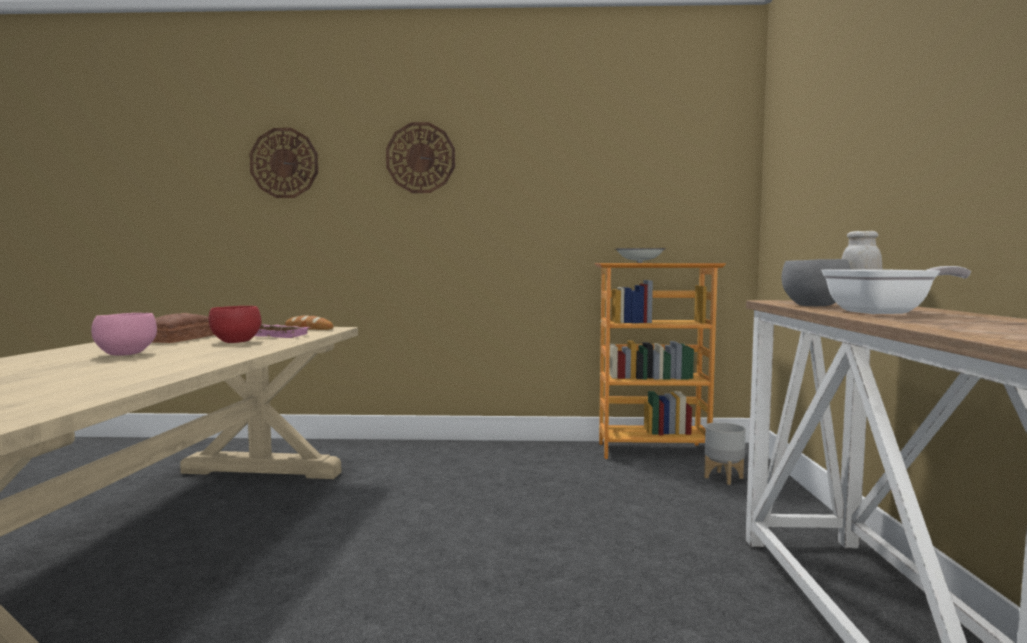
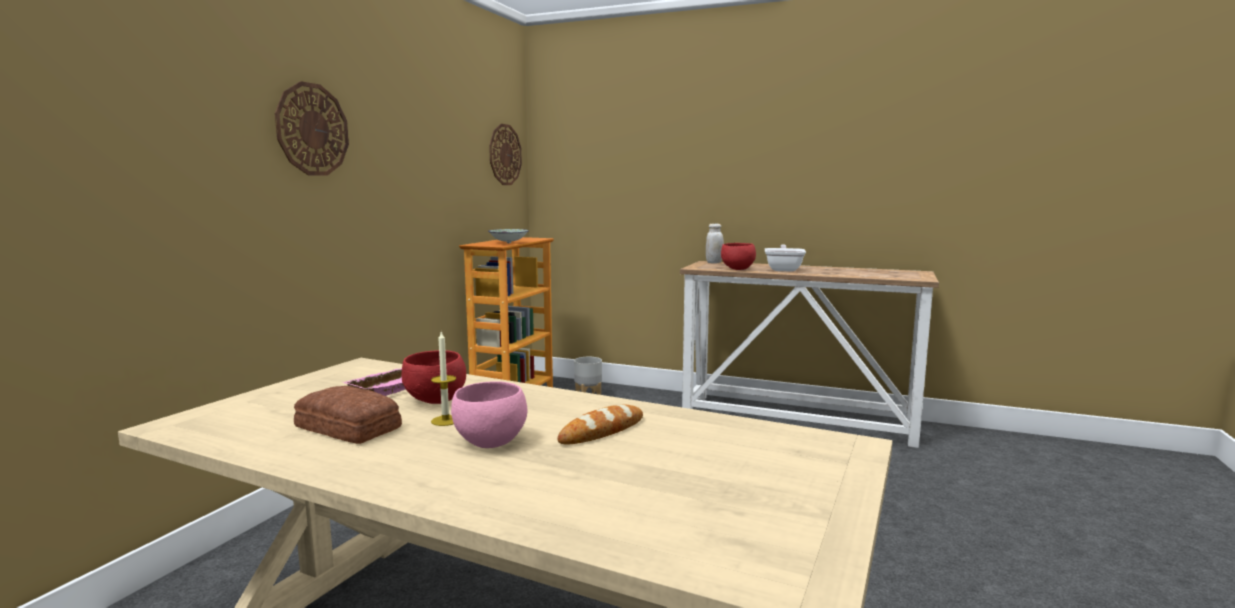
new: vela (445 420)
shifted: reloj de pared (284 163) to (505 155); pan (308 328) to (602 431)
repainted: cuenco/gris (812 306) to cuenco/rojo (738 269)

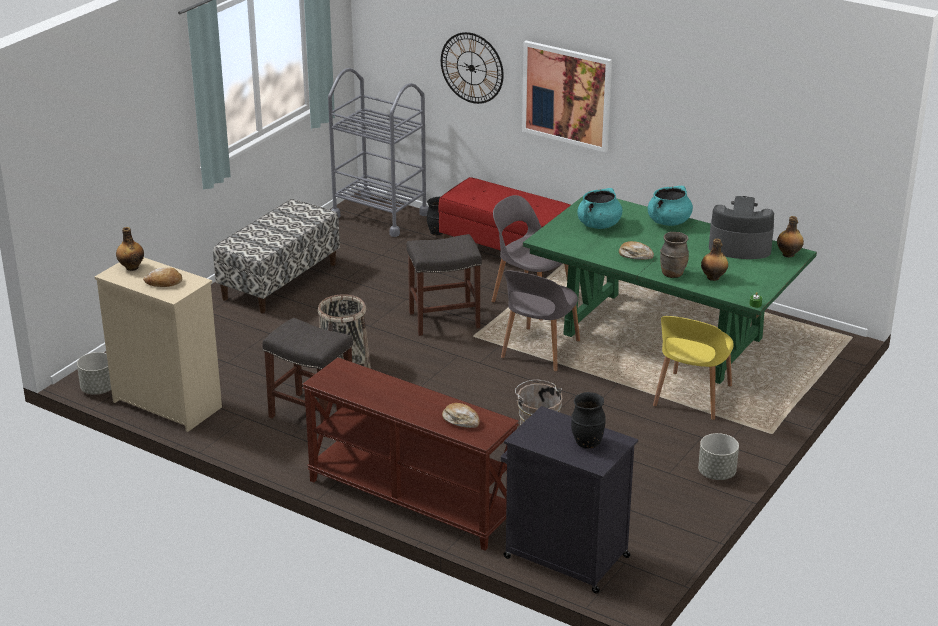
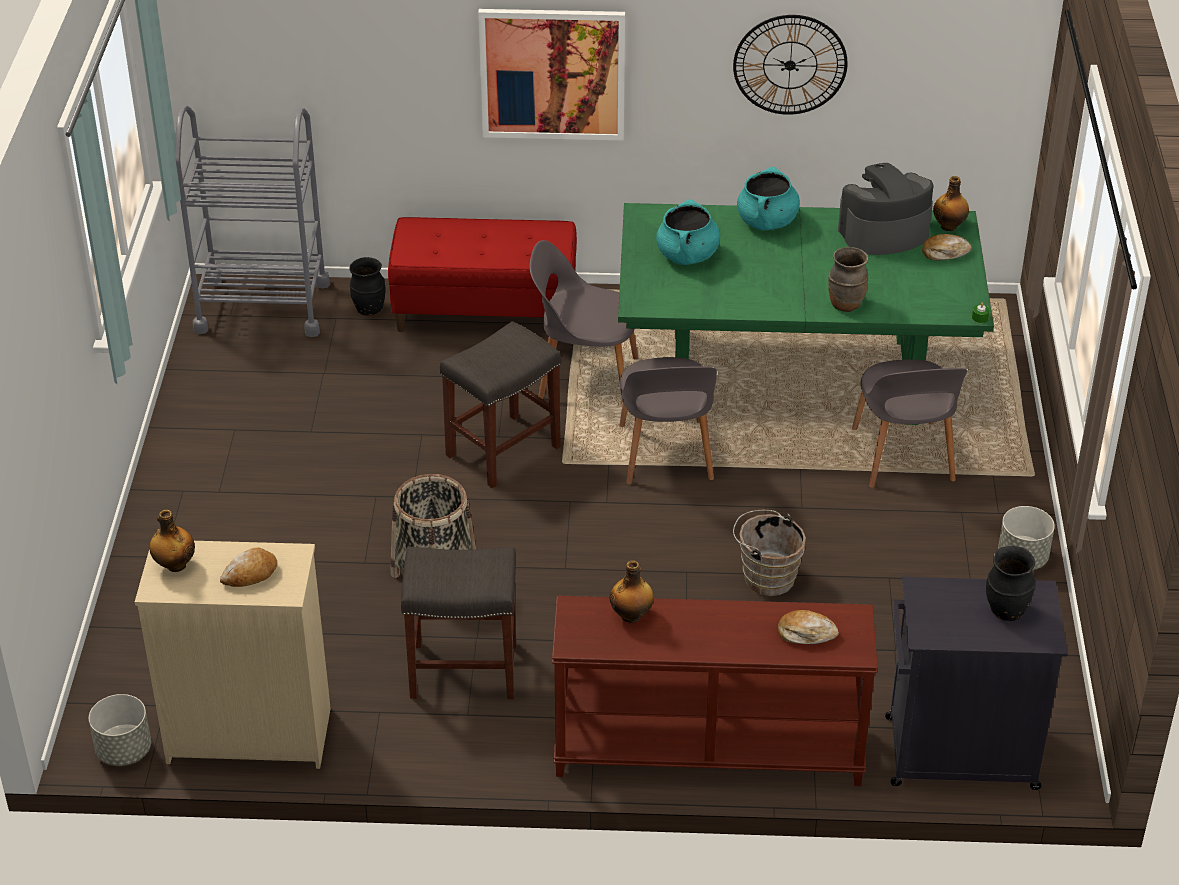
gone: banco (279 281)
shifted: reloj de pared (471 68) to (790 65); botella (713 277) to (631 615); pan (635 255) to (945 253)
repainted: silla/amarillo (691 397) to silla/gris (902 457)

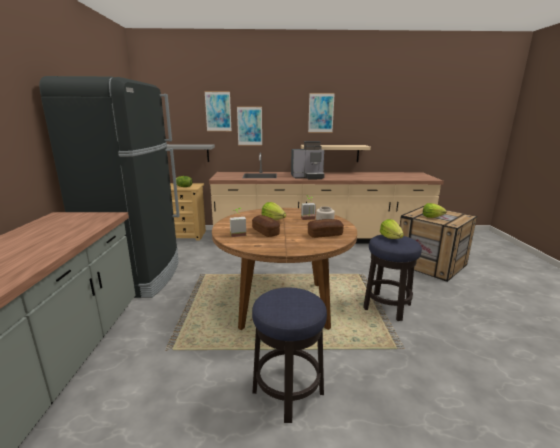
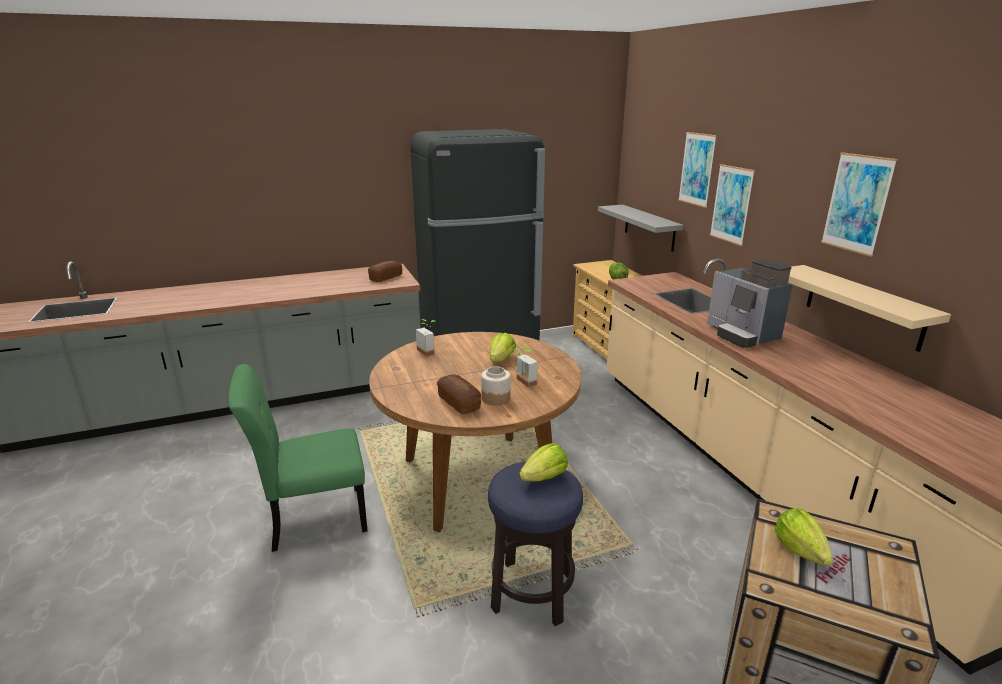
shifted: pan (265 232) to (385 278)
swapped: taburete (287 392) to silla/verde (313 518)

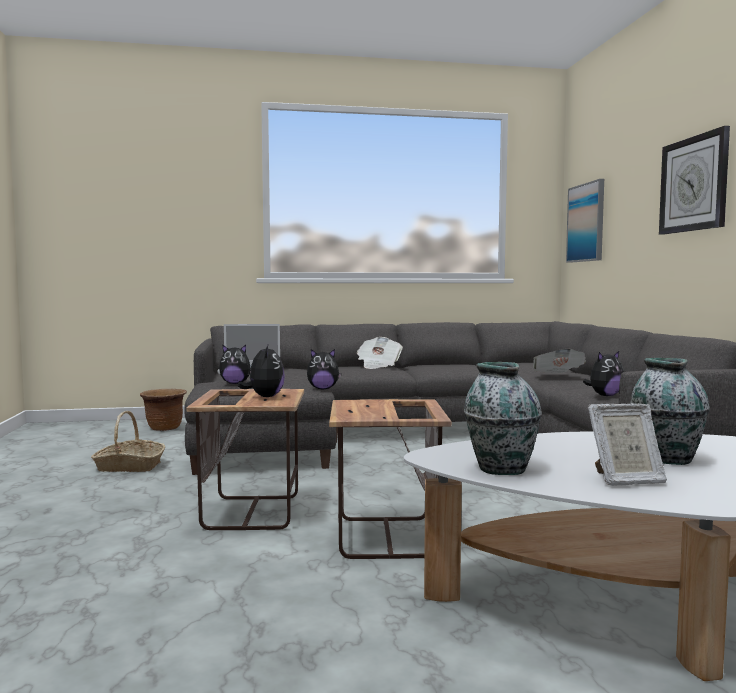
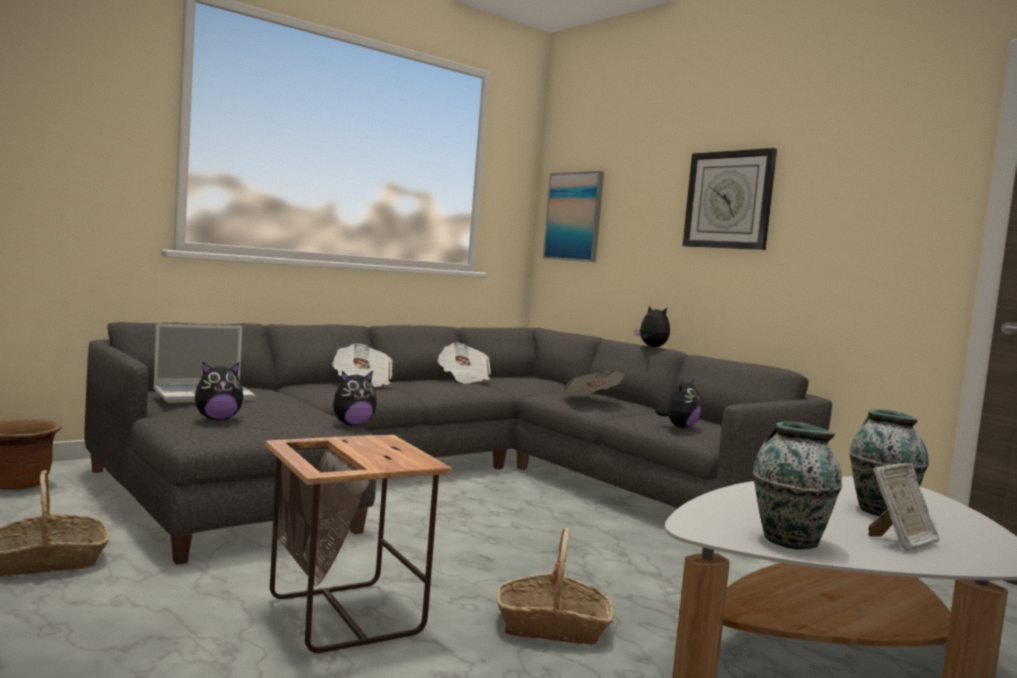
new: periódico (463 379)
shifted: peluche (264 397) to (651 347)
swapped: mesa auxiliar (386 538) to cesta (552 626)

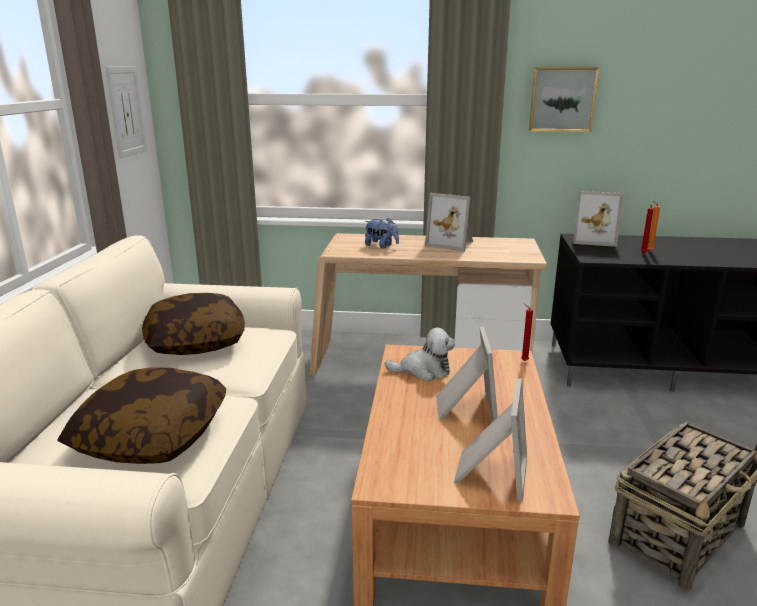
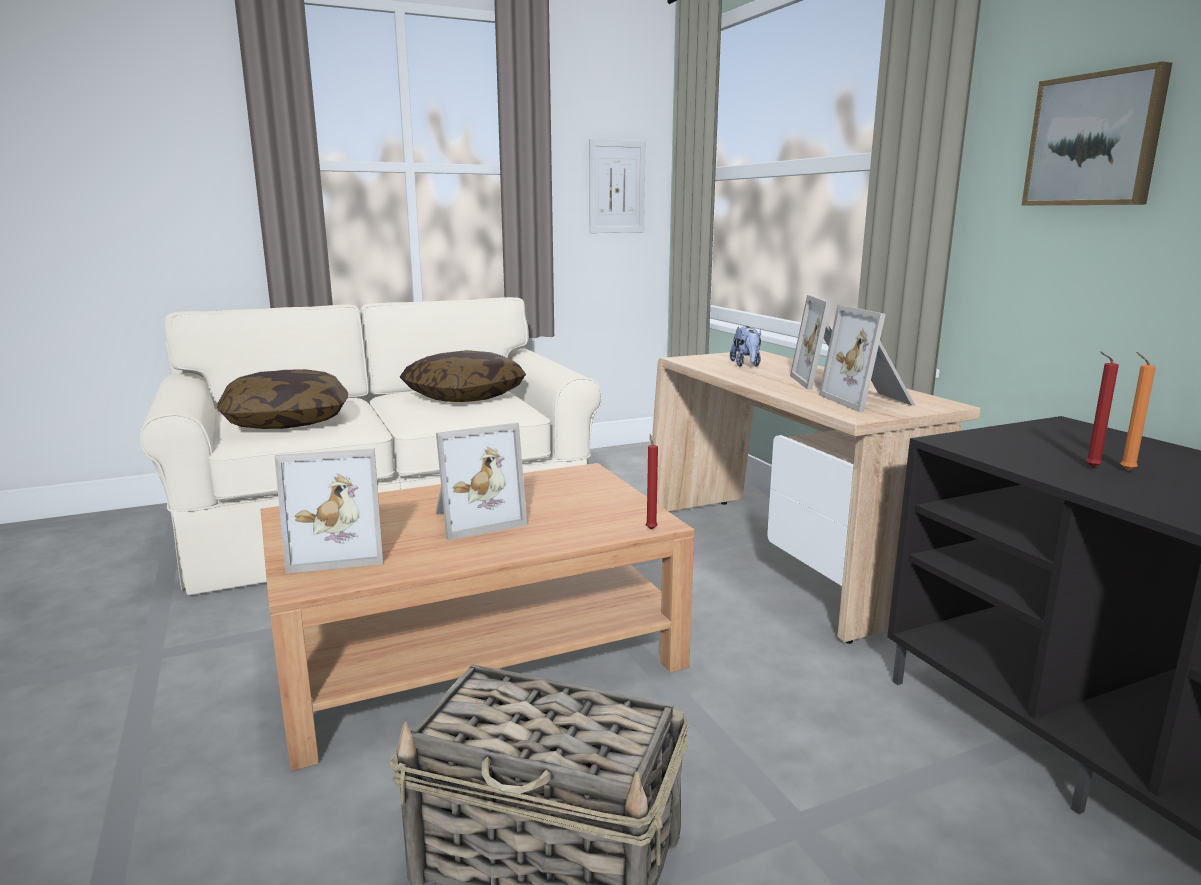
gone: peluche (423 371)
shifted: portarretratos (593 240) to (869 401)

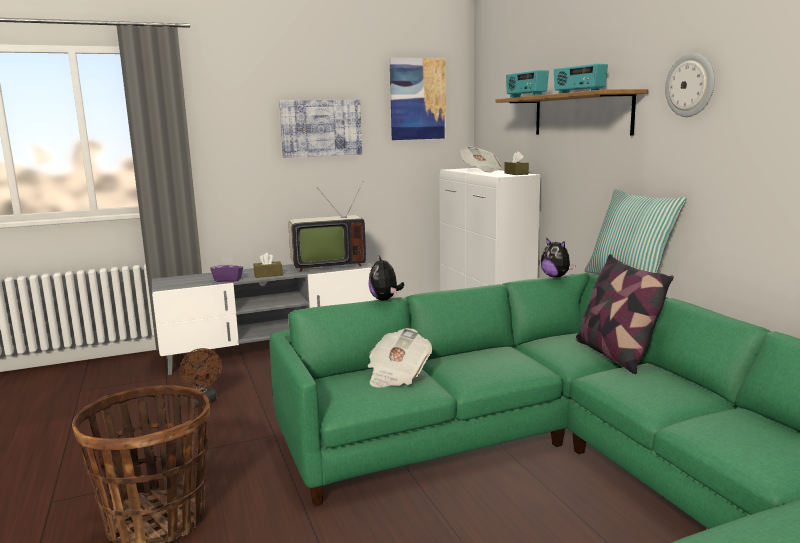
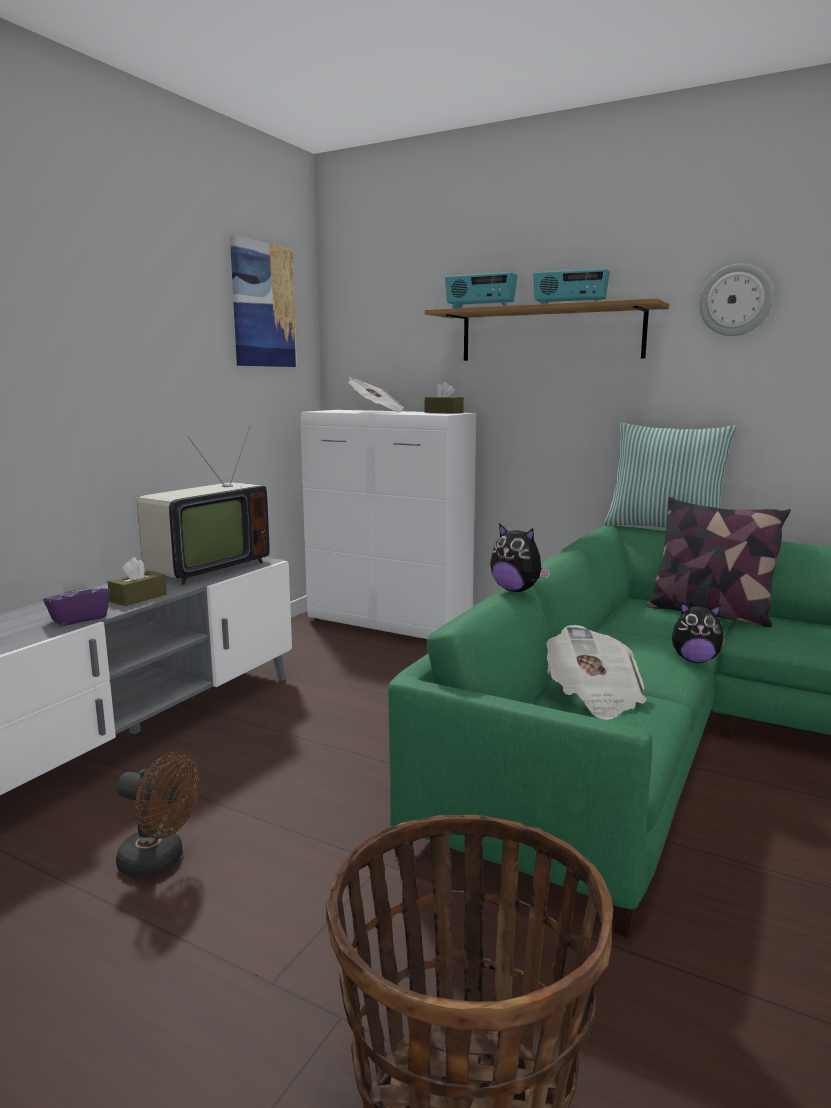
gone: cuadro (321 128)
shifted: peluche (556 277) to (695 660)

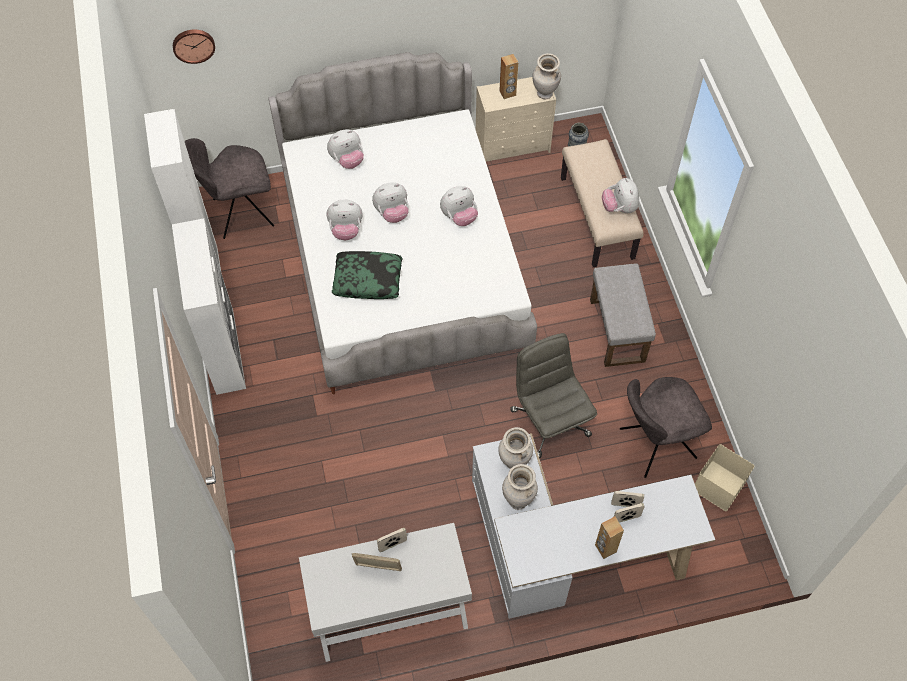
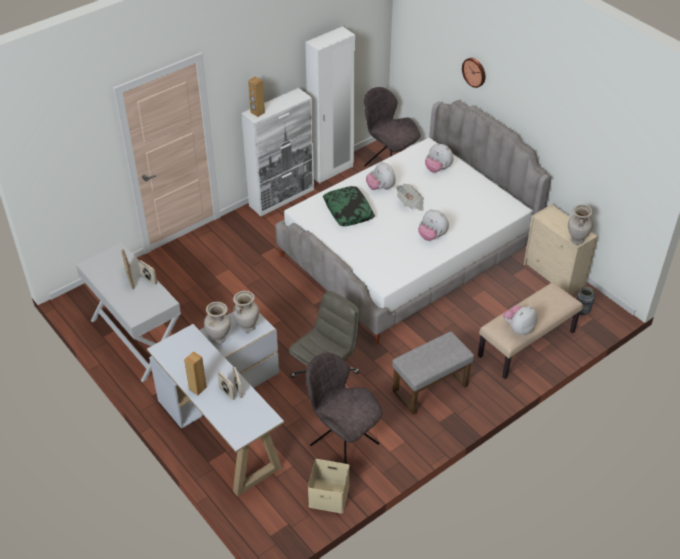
shifted: reloj de pared (193 44) to (474 72); altavoz/marrón (507 93) to (257 112)
swapped: peluche (392 213) to periódico (410 204)

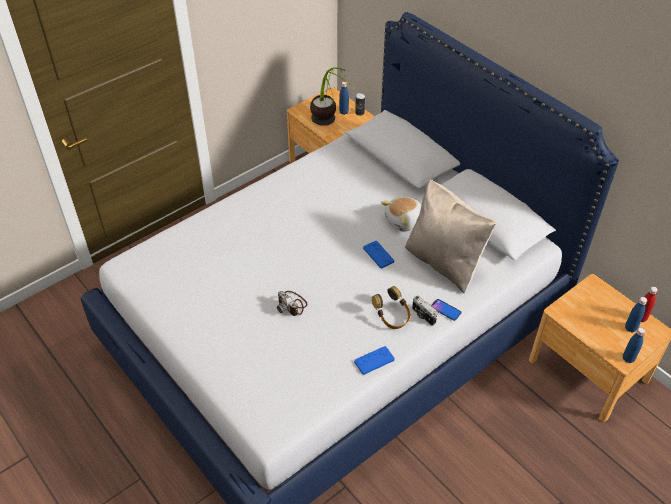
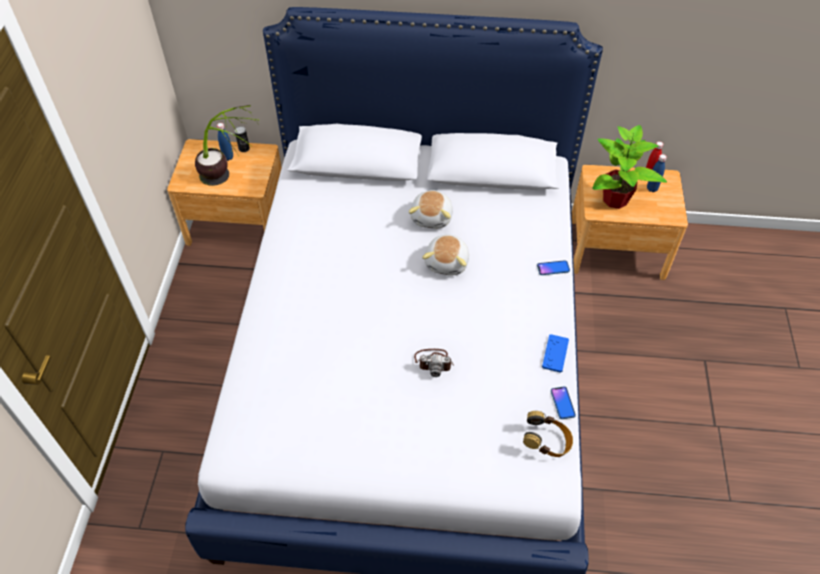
gone: cojín/beis (444 262); cámara (423 316); botella/azul (628 358)
new: planta en maceta (615 200); móvil (562 403)
shifted: auriculares (392 317) to (546 442)
swapped: mando de consola/azul (378 255) to peluche (447 262)

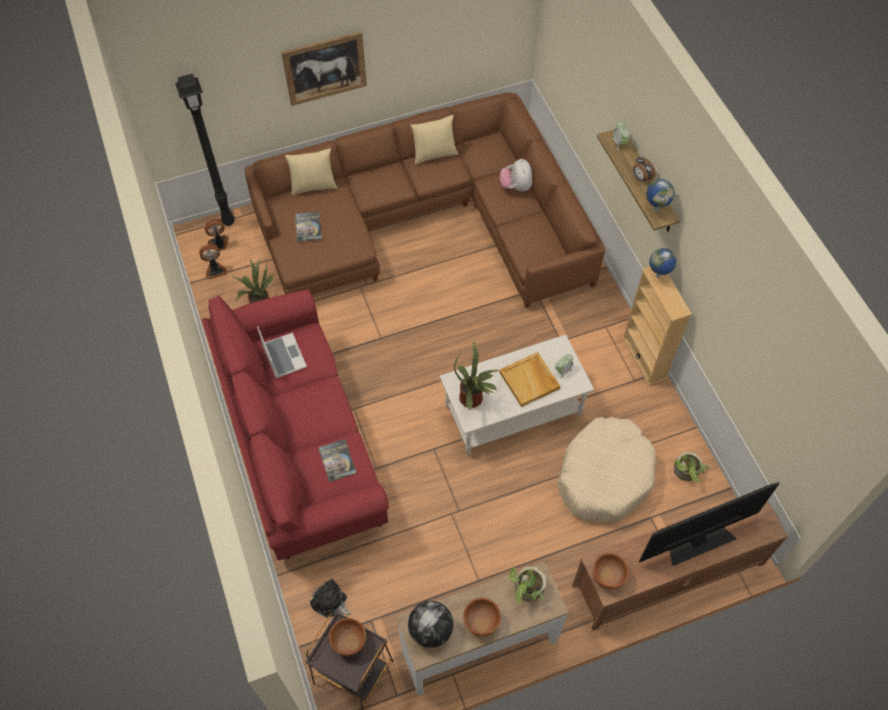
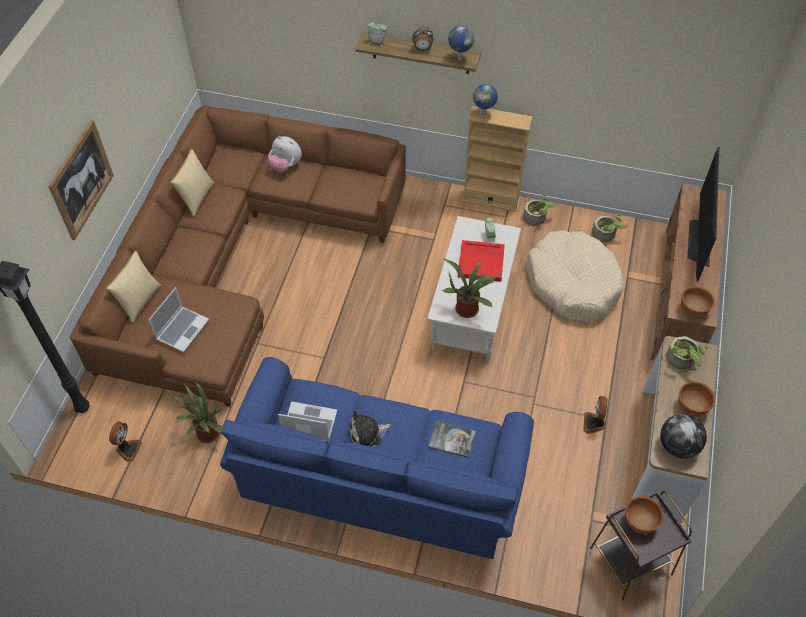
new: planta en maceta (538 217)
shifted: ventilador (219 244) to (594 423); peluche (330 602) to (367 434)
swapped: libro (308 227) to portátil (182 329)
repainted: sofá/rojo (301 444) to sofá/azul (381 479); bandeja/beis (530 380) to bandeja/rojo (481 262)

